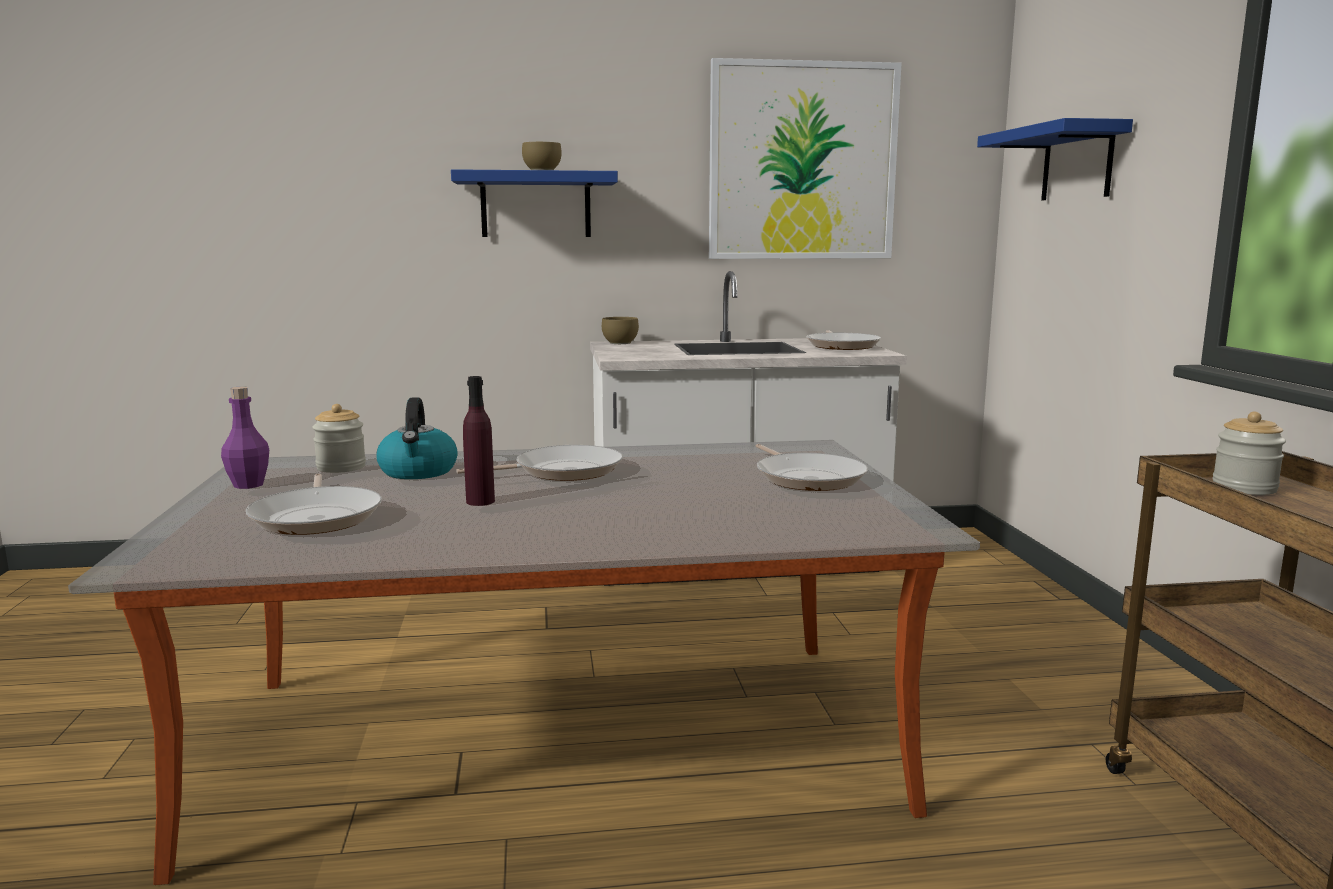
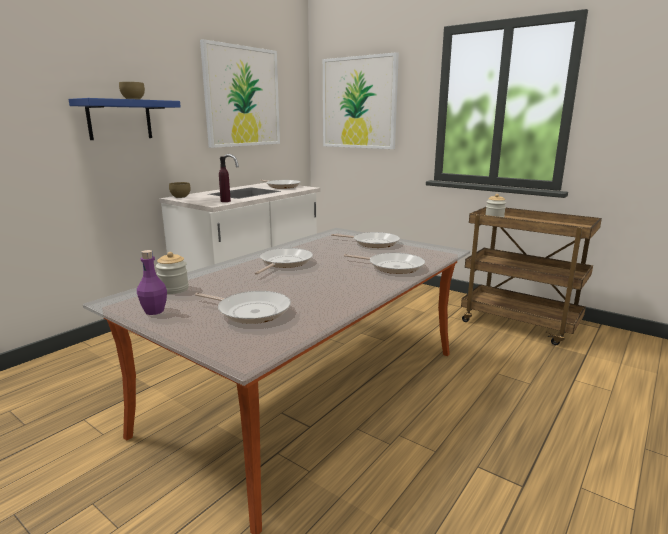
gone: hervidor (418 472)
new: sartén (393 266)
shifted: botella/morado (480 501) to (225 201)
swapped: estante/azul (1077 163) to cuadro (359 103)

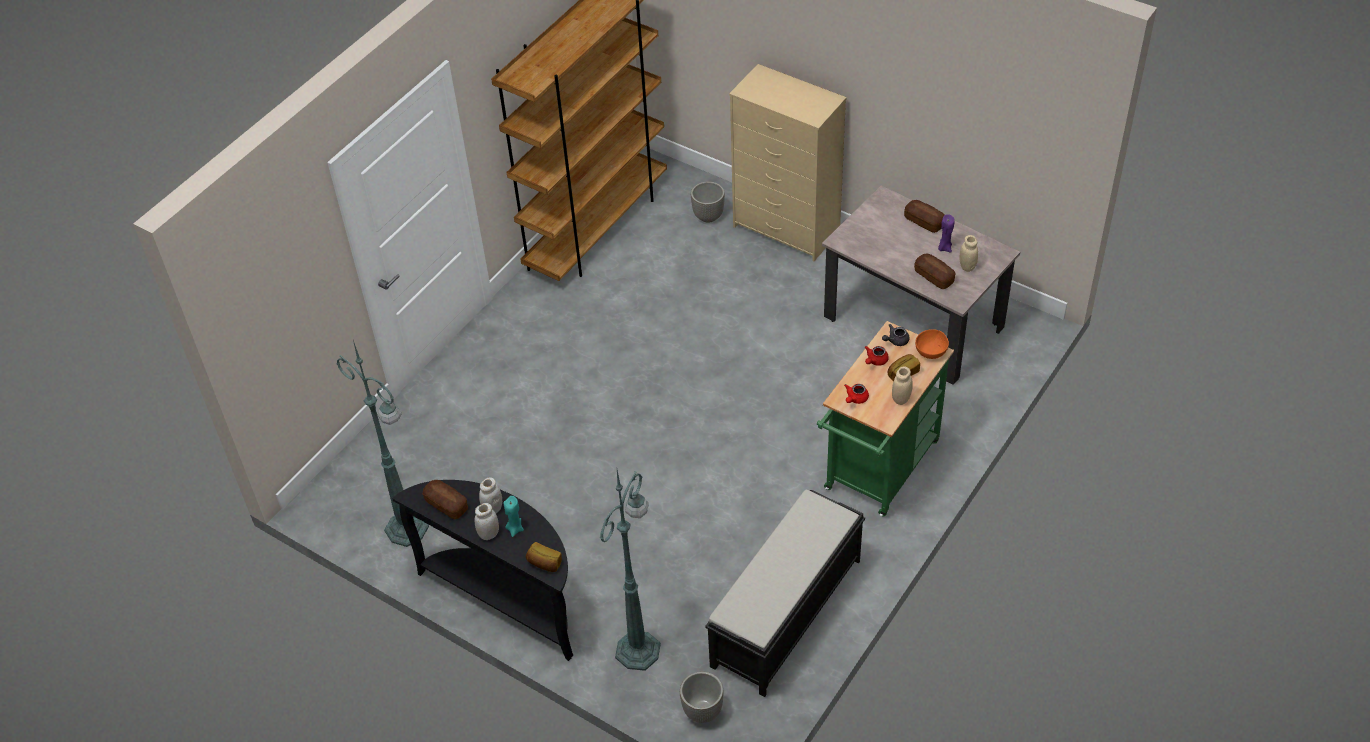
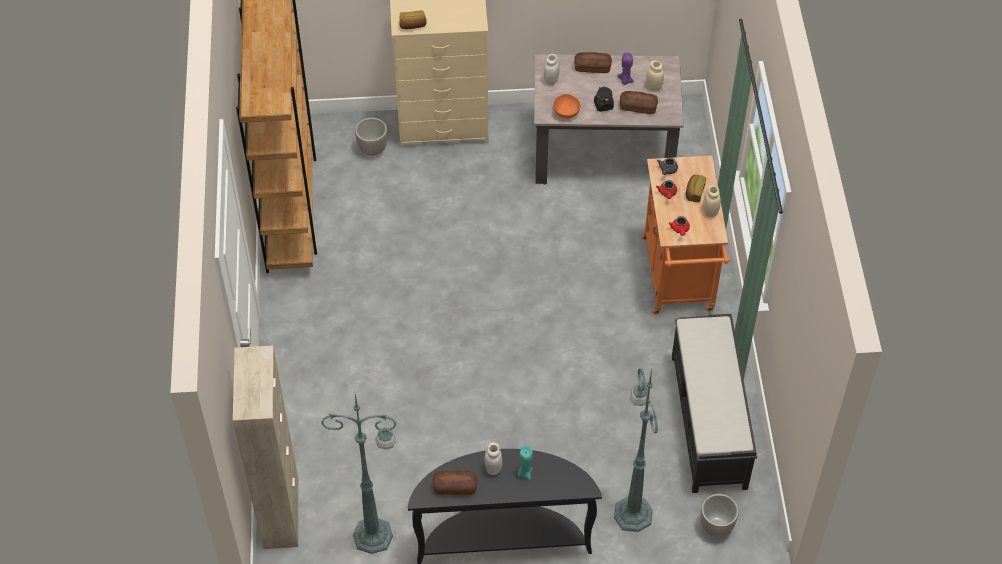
new: tarro/negro (603 105); armario/beis (281 513)
shifted: cuenco/naranja (931 351) to (566 112); tarro/blanco (489 534) to (551 80); pan (544 563) to (412 25)
repainted: carrito/verde (878 472) to carrito/naranja (678 280)

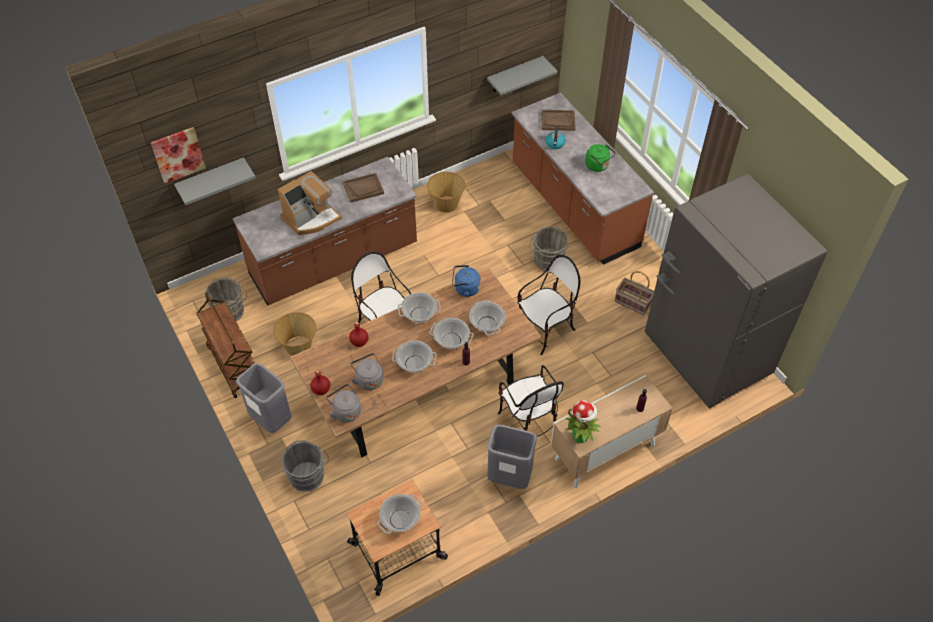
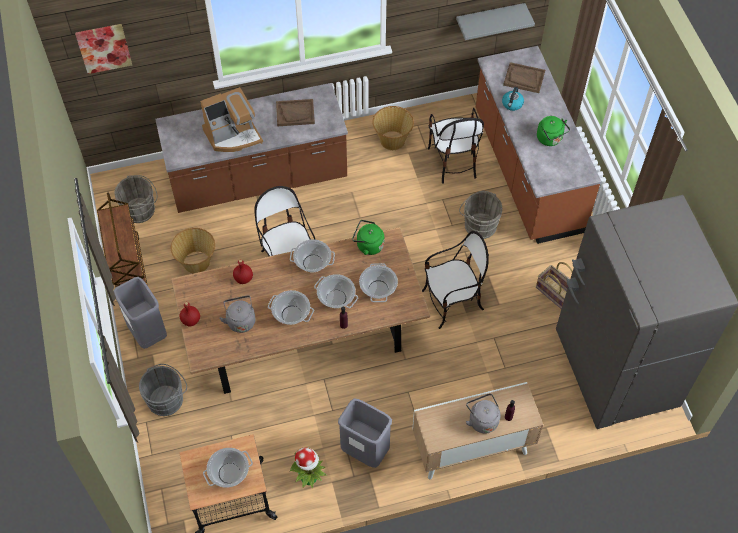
gone: estante/gris (211 179)
shifted: silla (528 422) to (453 161); hervidor/gris (345 411) to (482 420); planta en maceta (581 436) to (309 477)
repainted: hervidor/azul (465 289) to hervidor/verde (368 245)

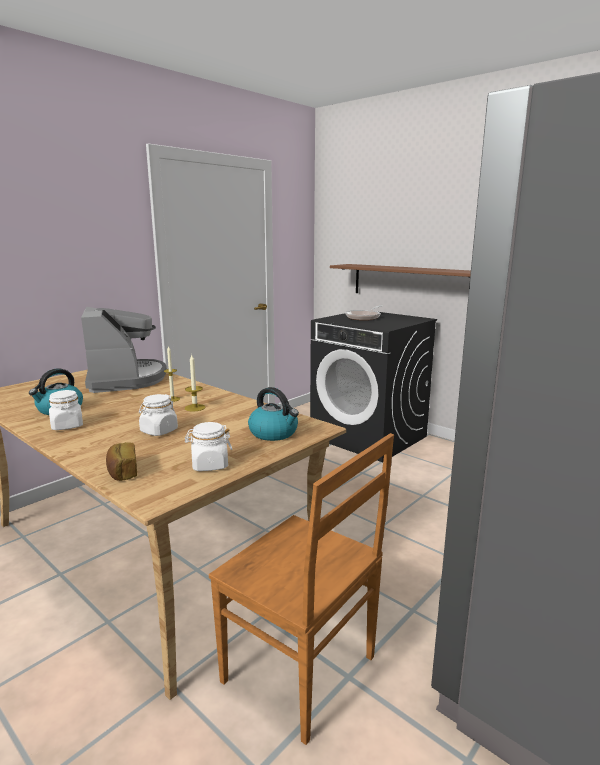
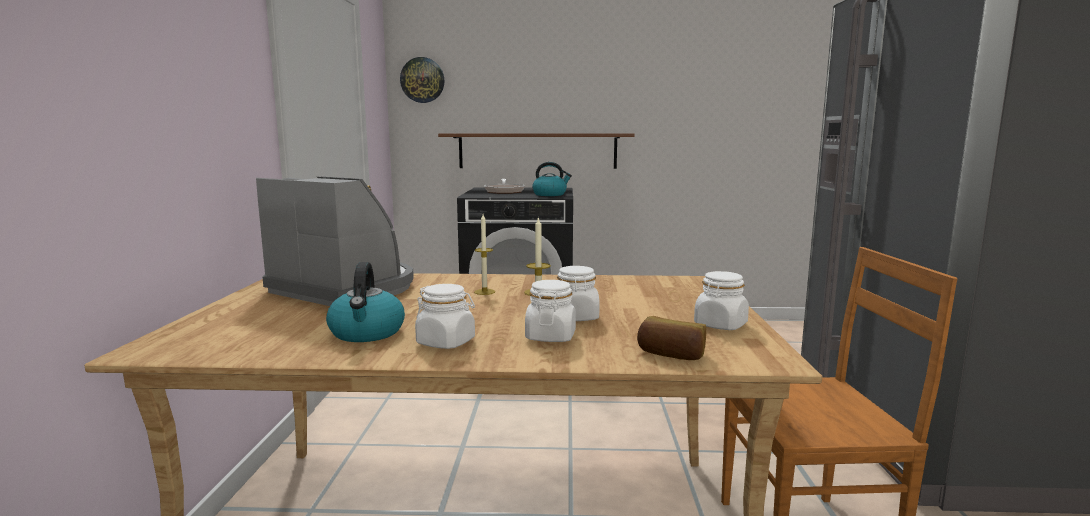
new: reloj de pared (422 80); tarro/blanco (550 336)
shifted: hervidor (274 433) to (550 194)

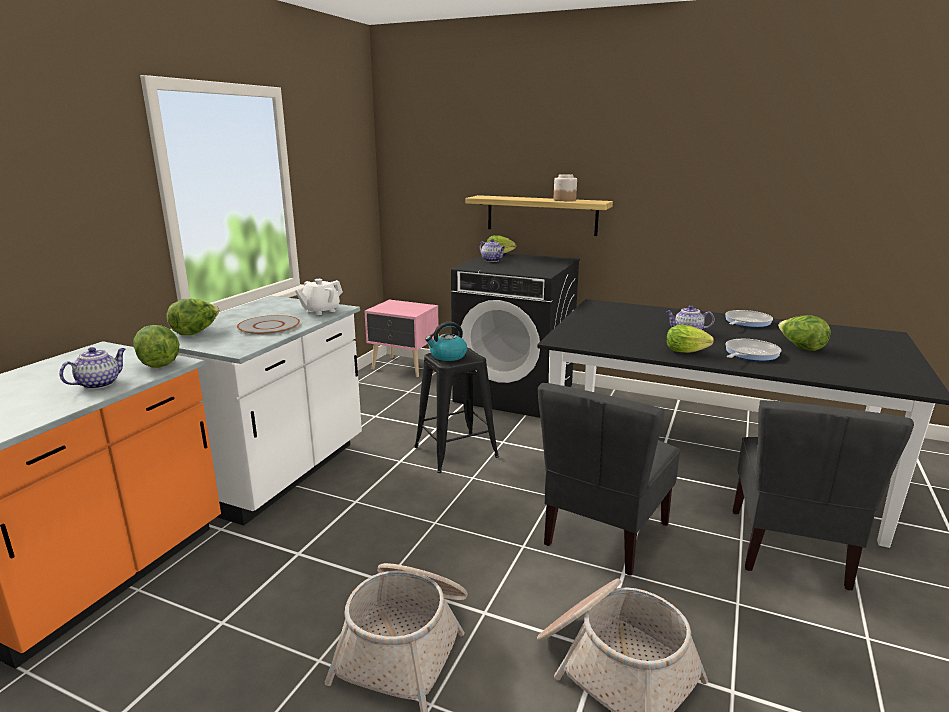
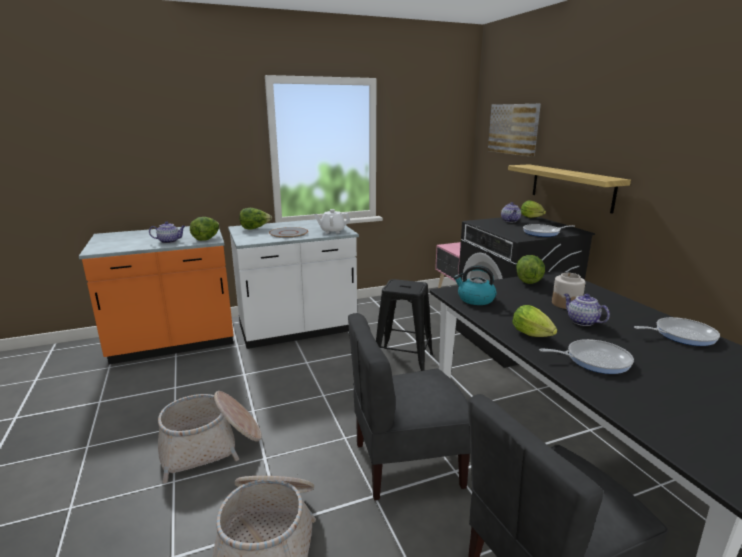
new: cuadro (514 129); sartén (543 233)
shifted: tarro (564 200) to (566 304); lechuga (800 347) to (528 280); hervidor (447 356) to (475 299)

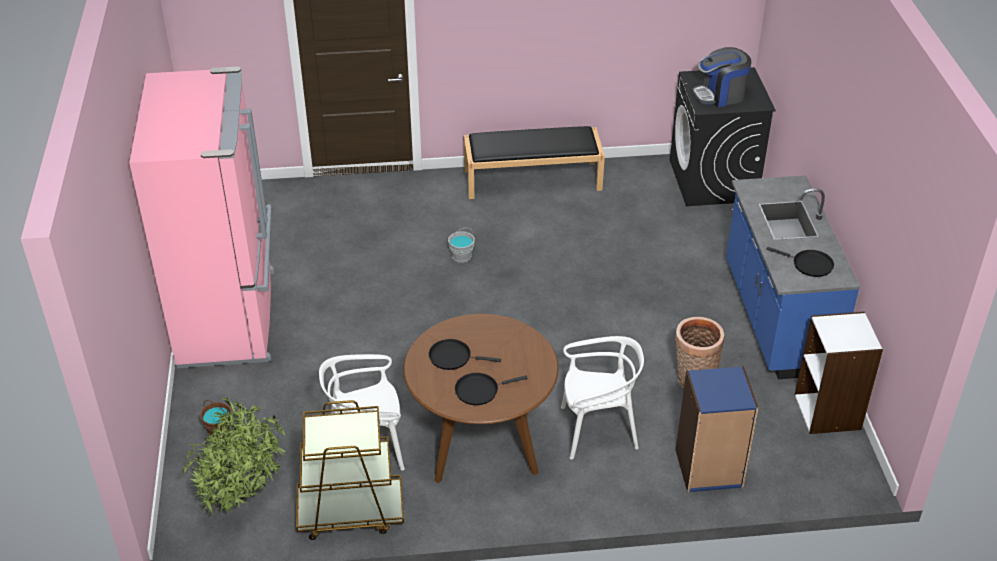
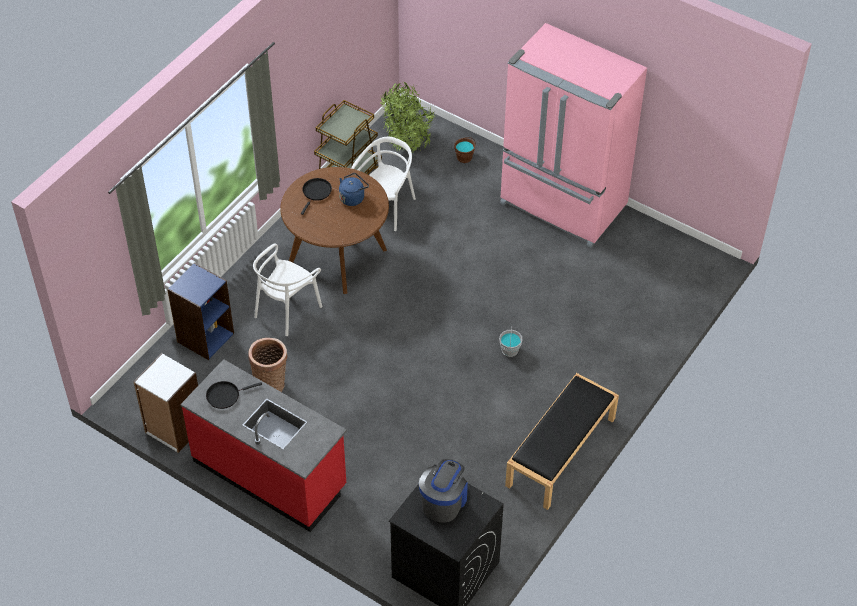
swapped: sartén/negro (453 357) to hervidor/azul (353 197)
repainted: mueble bajo de cocina/azul (776 318) to mueble bajo de cocina/rojo (270 473)

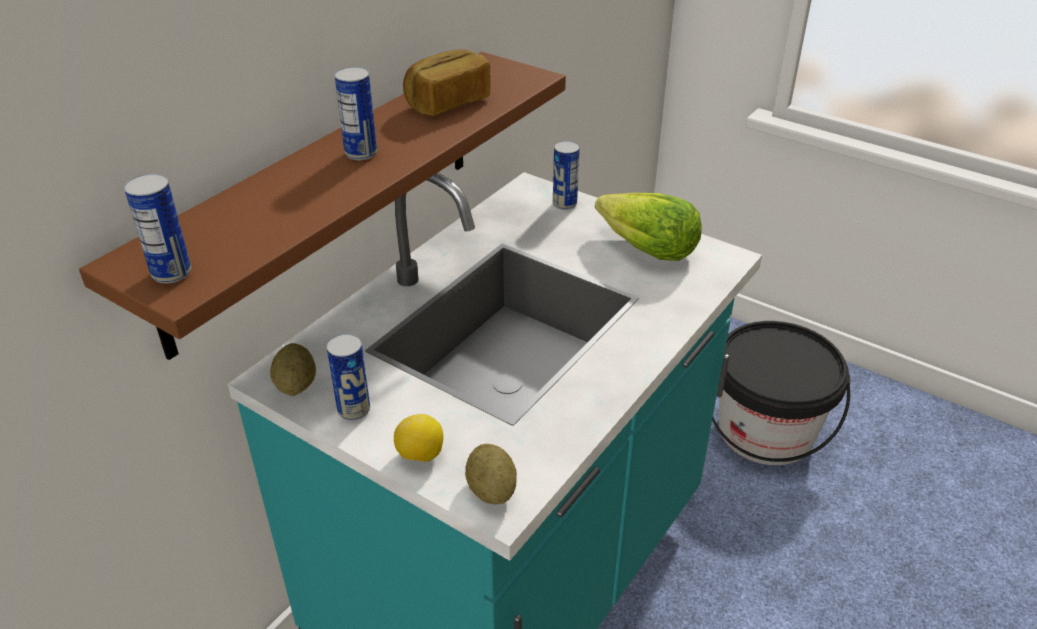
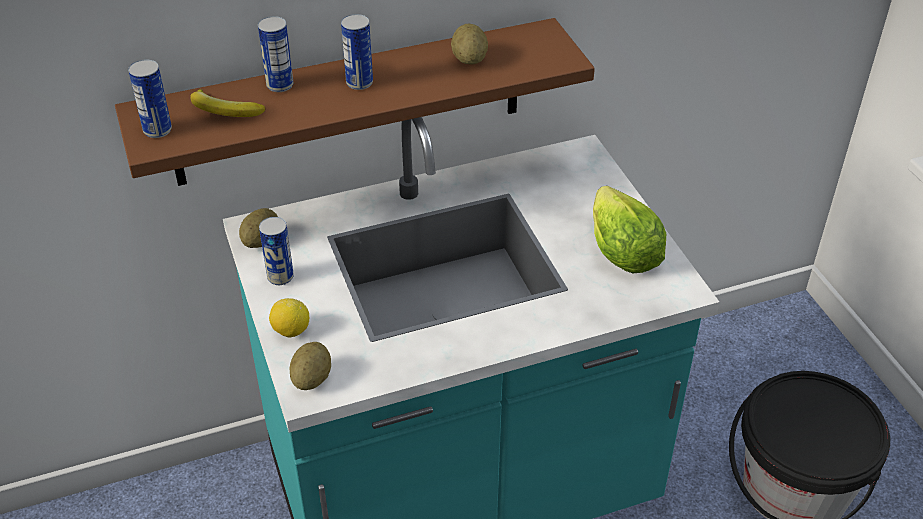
new: plátano (224 112)
shifted: lata (564 204) to (280 85)
swapped: pan (447 102) to patata (469 59)

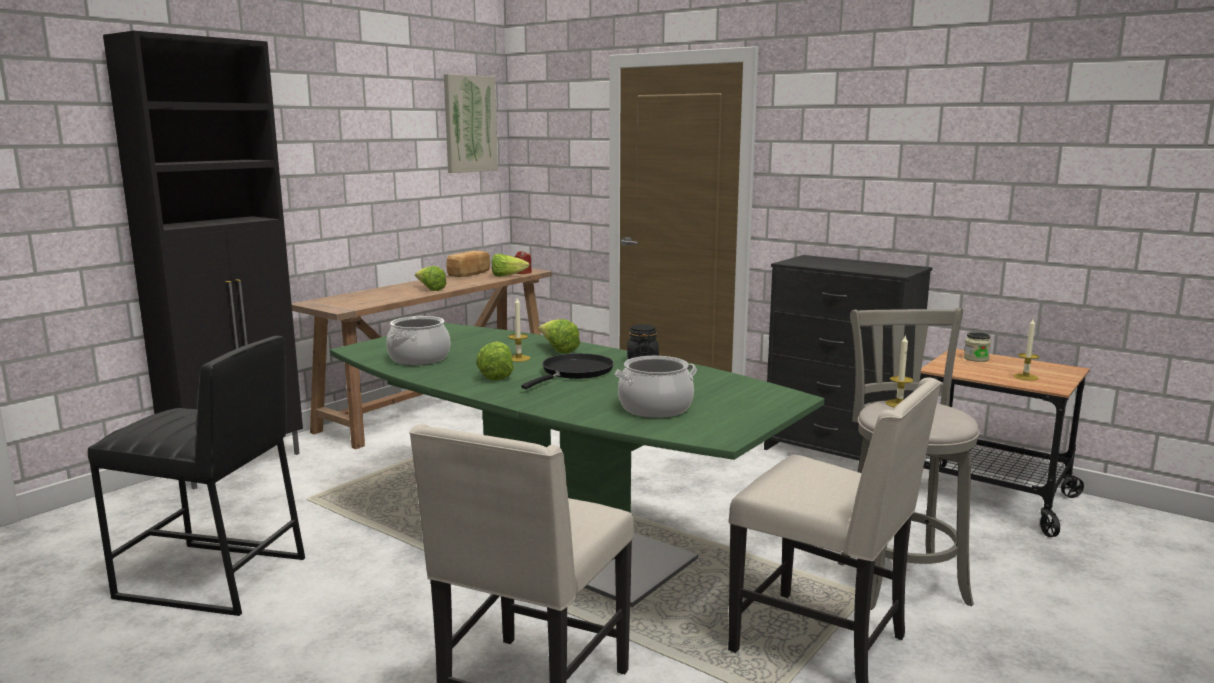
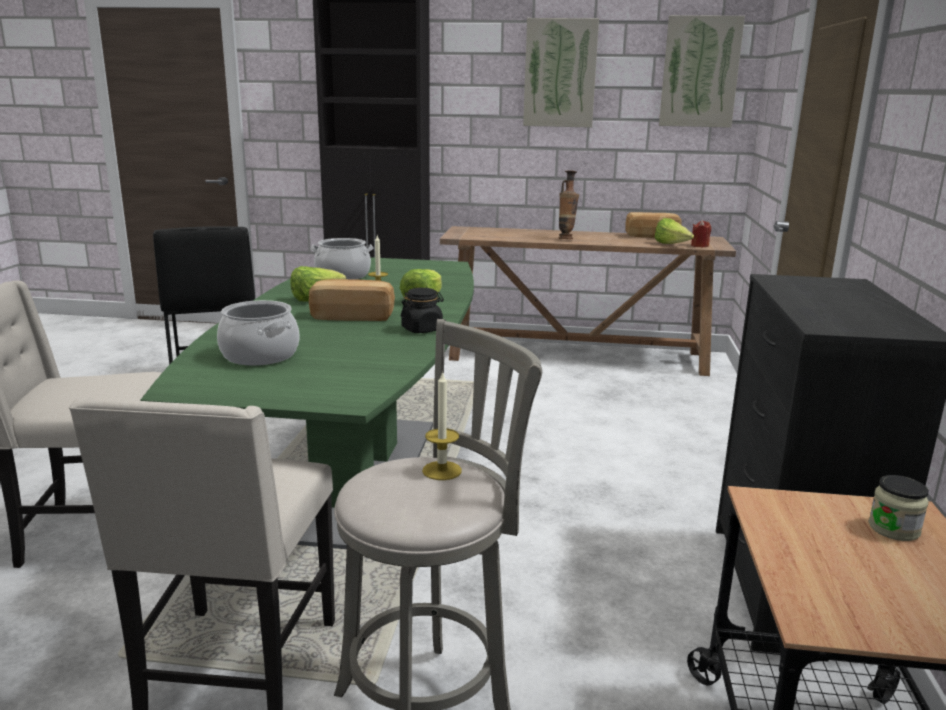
gone: vela (1025 377)
new: cuadro (560 73)
swapped: lechuga (430 289) to florero (566 239); sartén/negro (574 372) to pan (353 316)

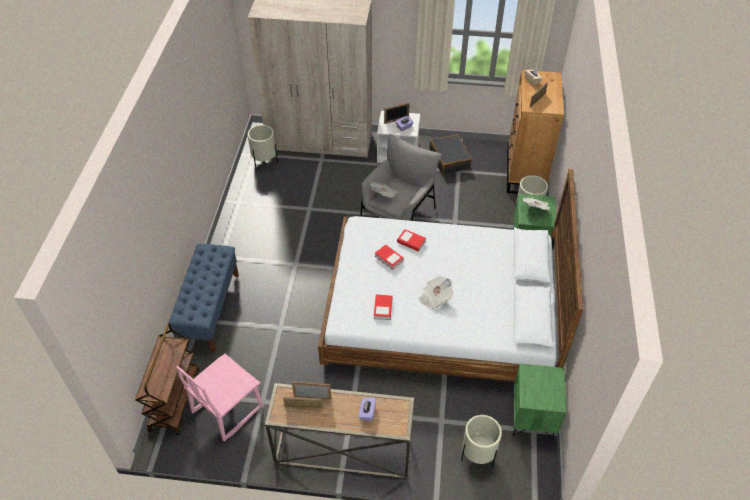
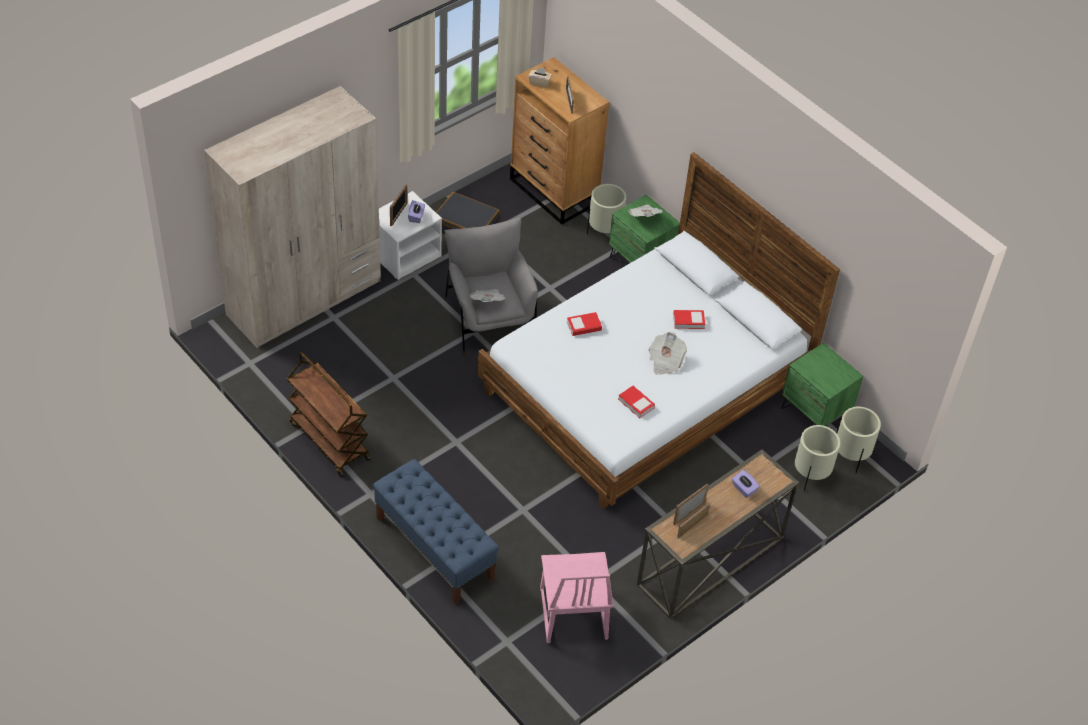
shifted: maceta/beis (264 162) to (850 457); libro (389 258) to (688 321); carrito/marrón (174 399) to (328 441)

